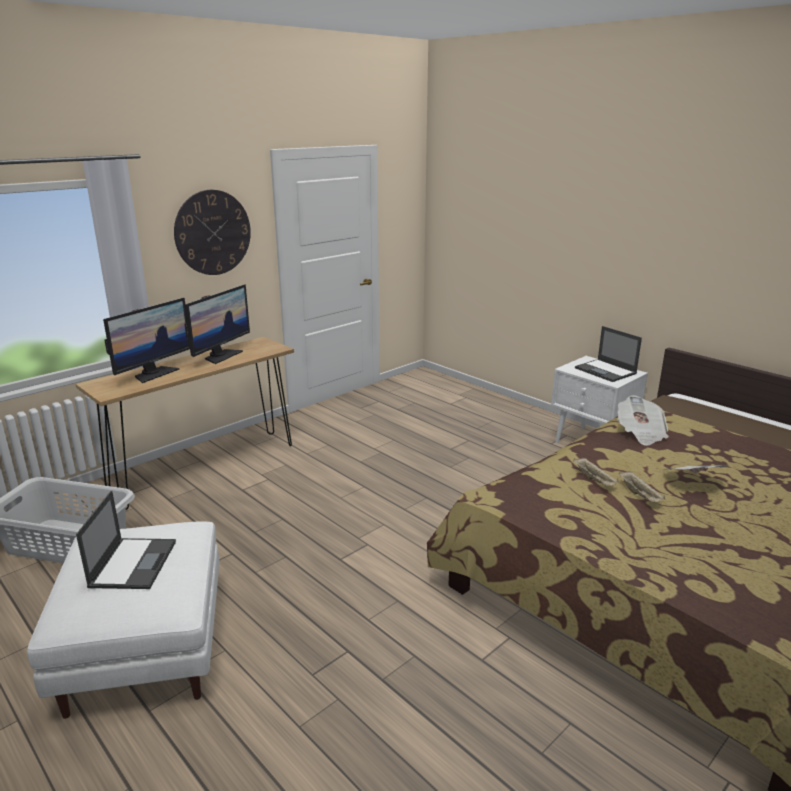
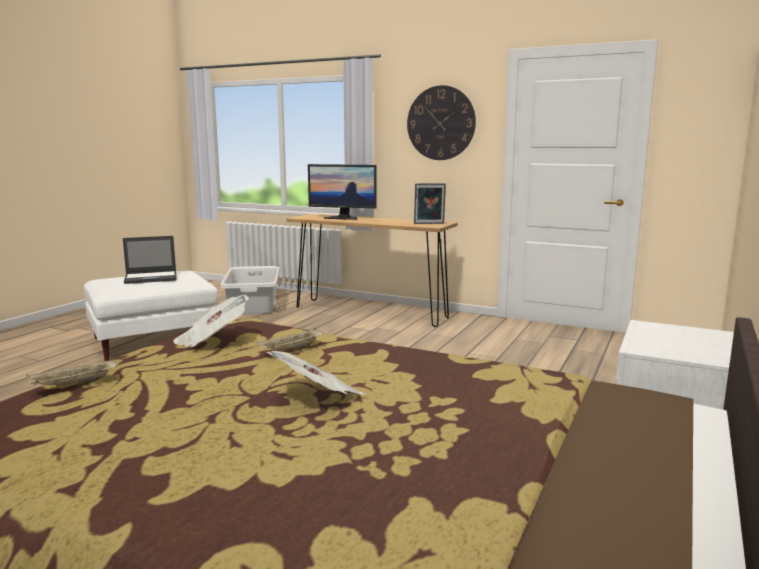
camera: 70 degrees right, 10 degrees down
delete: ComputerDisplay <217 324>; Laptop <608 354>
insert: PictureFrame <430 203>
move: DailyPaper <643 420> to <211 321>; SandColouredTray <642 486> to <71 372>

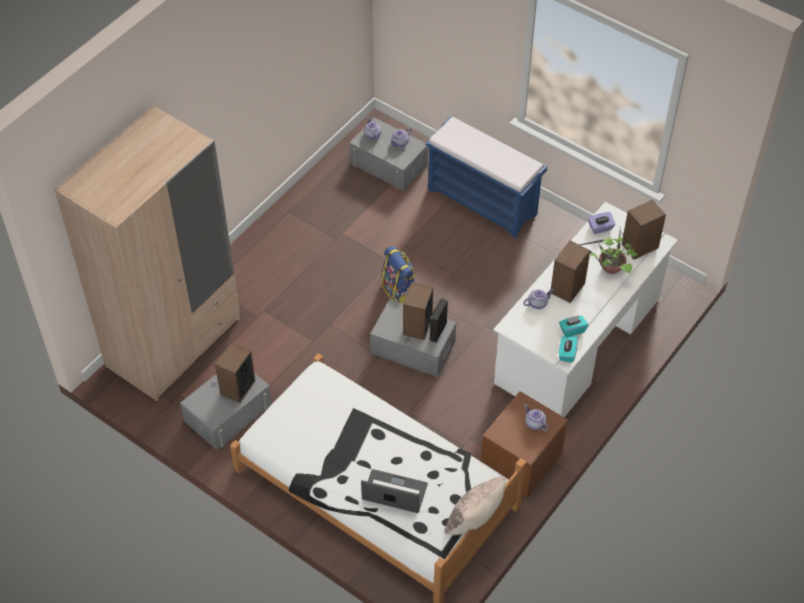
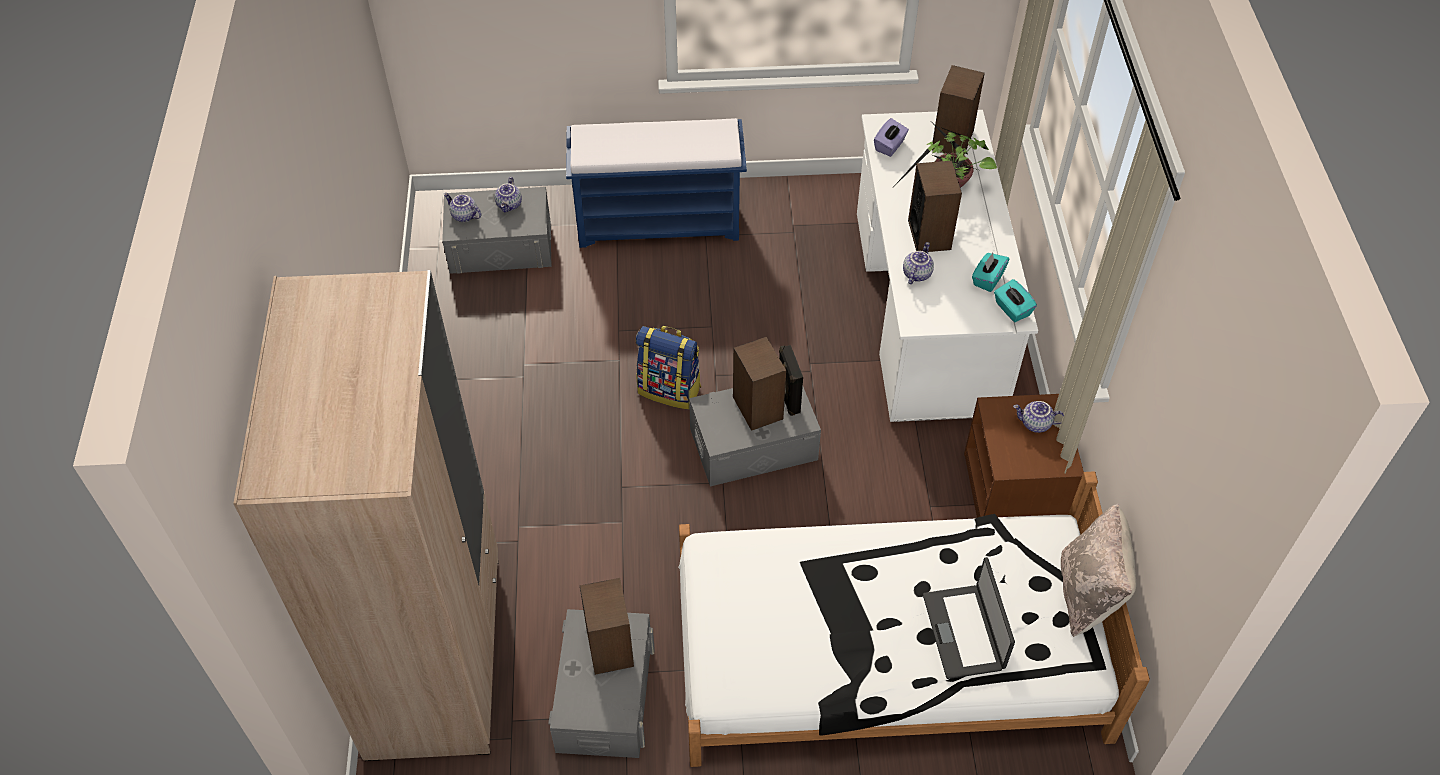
camera: 40 degrees left, 0 degrees up
rotate: Laptop <394 491> = <969 618> 75 degrees counterclockwise

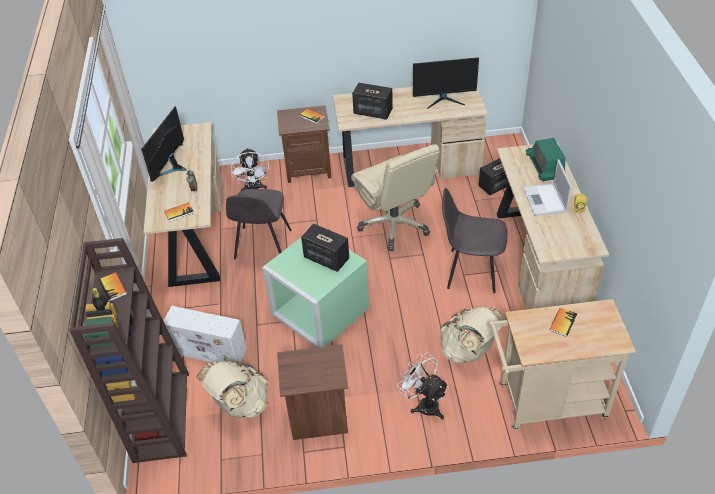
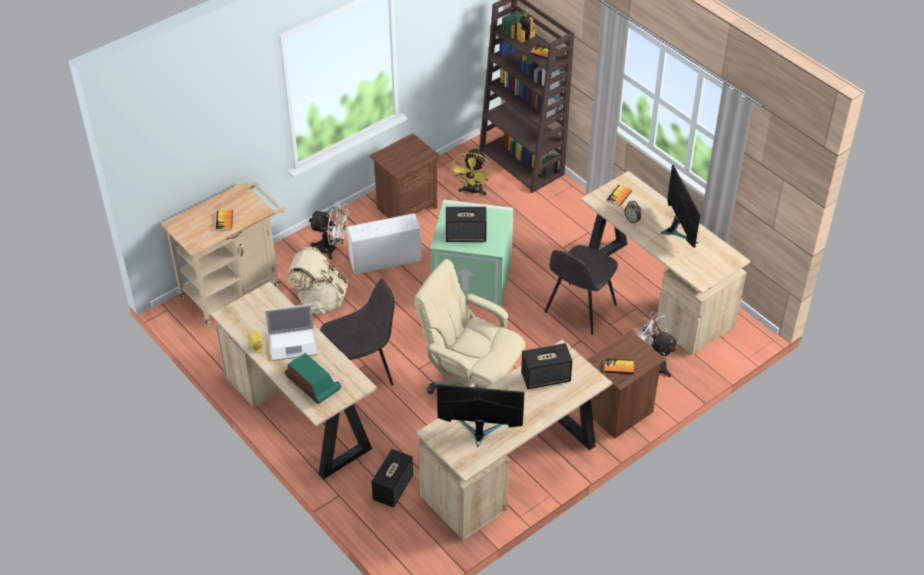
camera: 145 degrees right, 0 degrees up
move: WhitishStorageBin <205 334> to <384 243>
replace: SandColouredRucksack <232 389> to YellowColouredFan <471 172>
rotate: ComputerDisplay <446 83> = <481 415> 45 degrees clockwise; Laptop <547 187> = <291 332> 120 degrees clockwise; GreyishUprightChair <259 224> = <581 290> 120 degrees counterclockwise

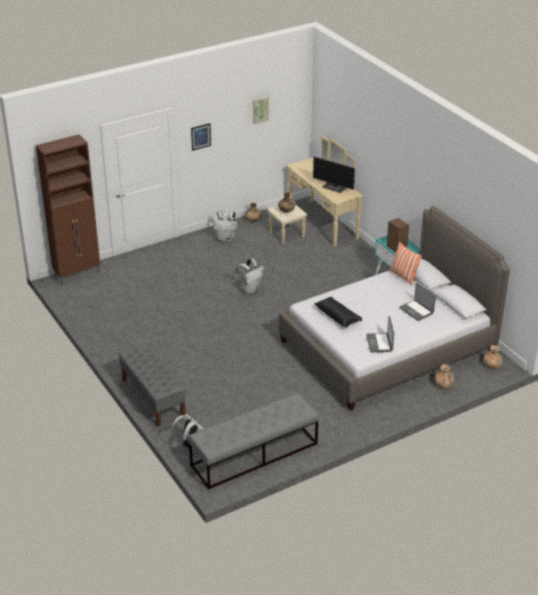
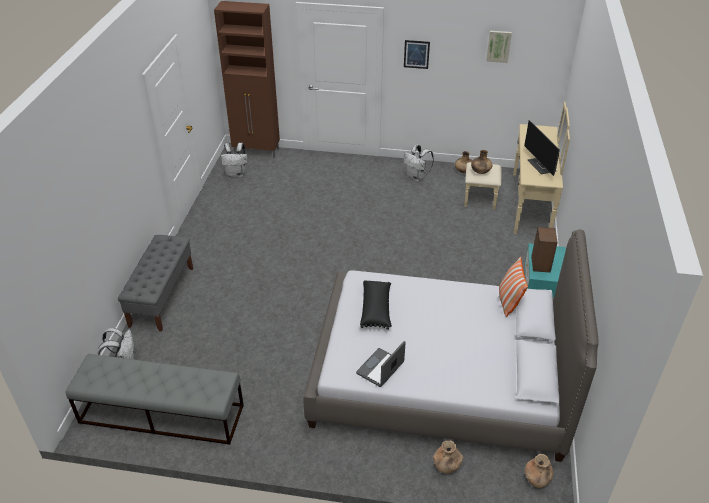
camera: 40 degrees right, 5 degrees up
delete: Laptop <417 302>
move: WhitishRucksack <250 276> to <234 160>

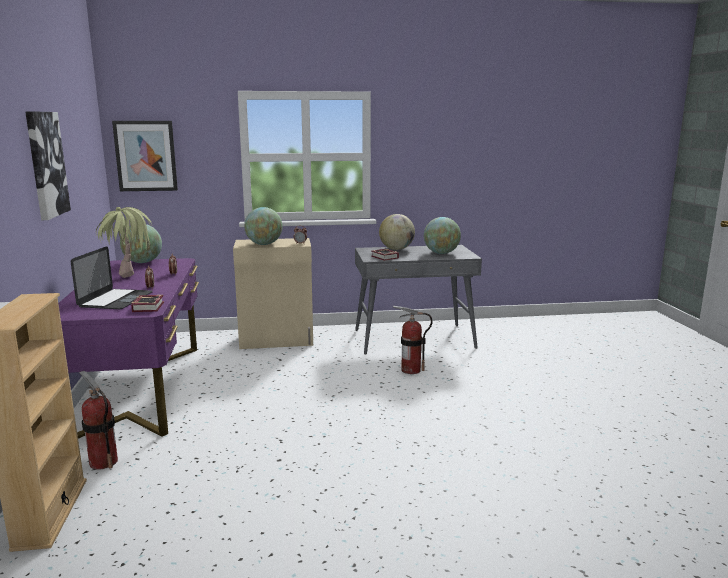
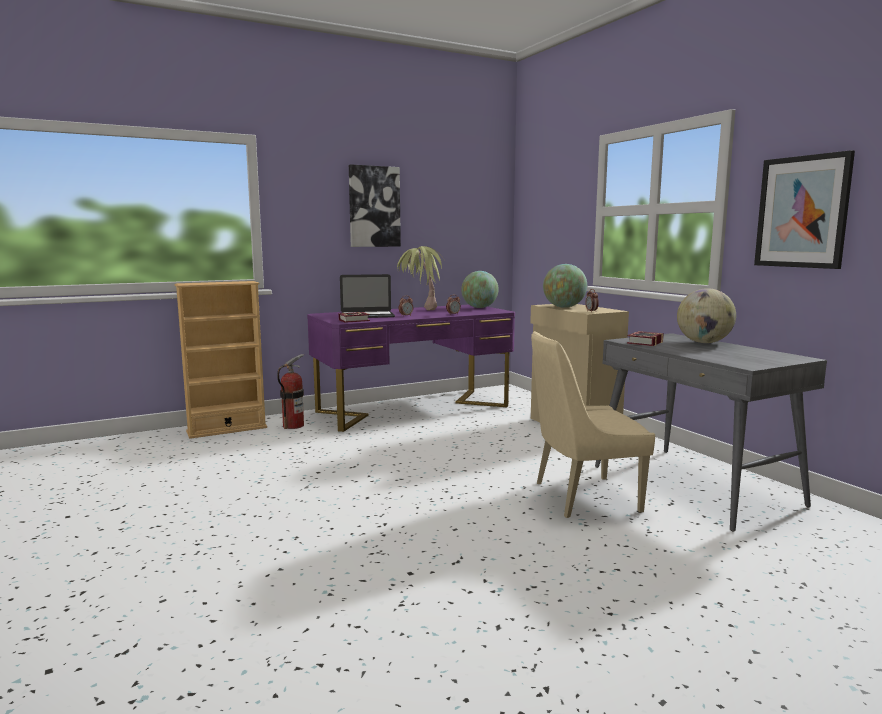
camera: 70 degrees right, 5 degrees down
delete: WorldGlobe <442 235>
move: WallPicture <145 156> to <804 209>
replace: Extinguisher <412 340> to SandColouredUprightChair <593 424>

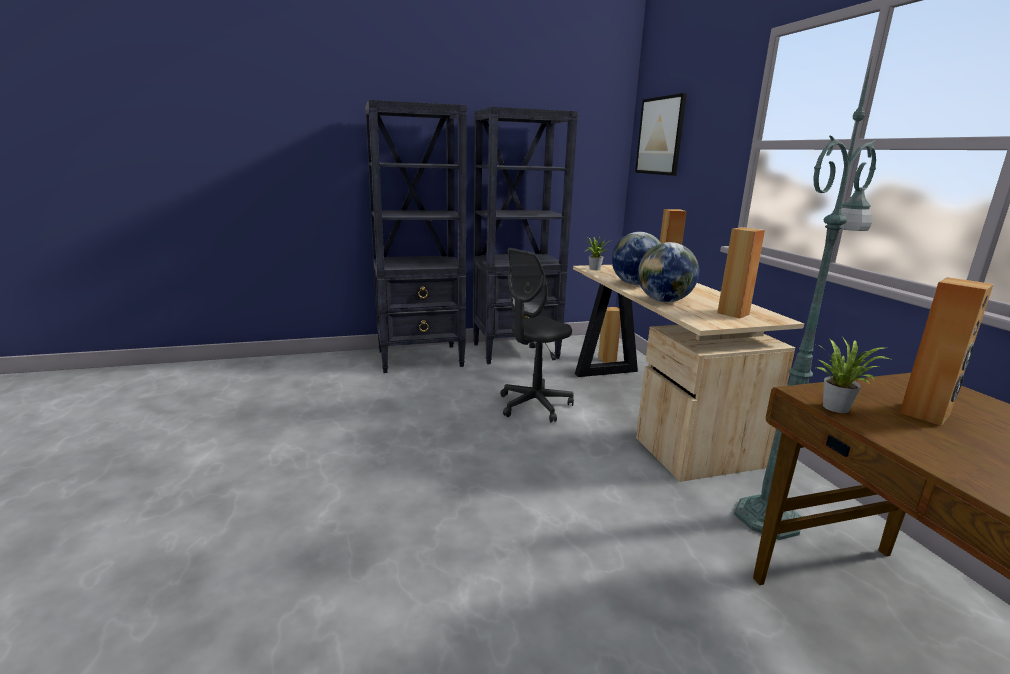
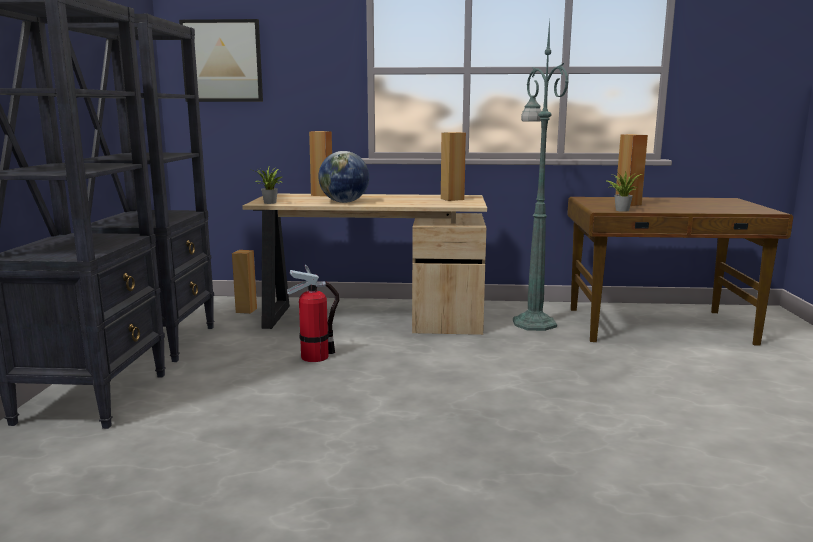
camera: 70 degrees left, 5 degrees down
delete: WorldGlobe <668 272>
replace: GreyishComputerChair <537 335> to Extinguisher <313 313>

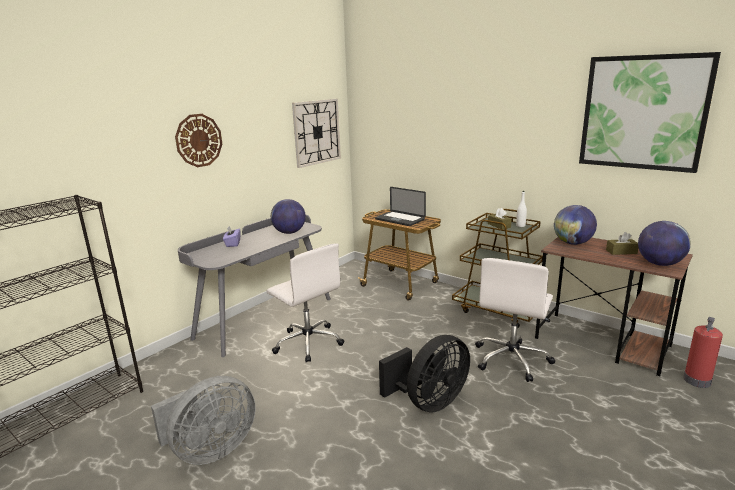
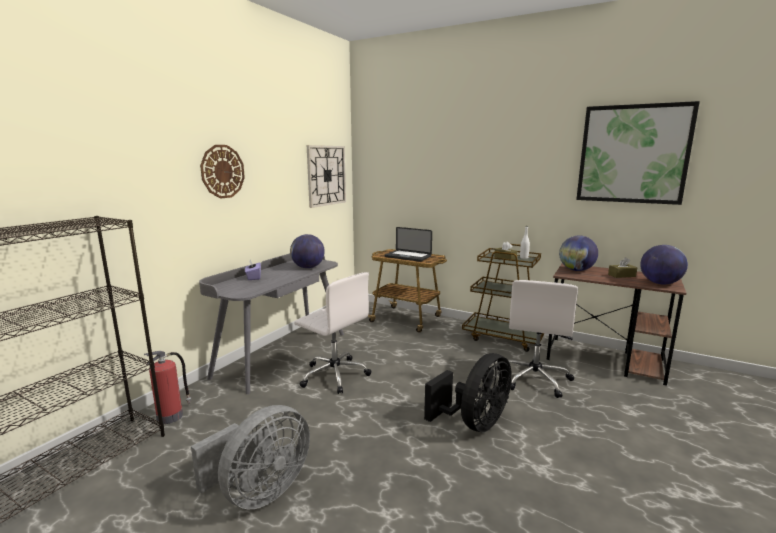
camera: 10 degrees left, 5 degrees down
move: Extinguisher <703 352> to <167 387>

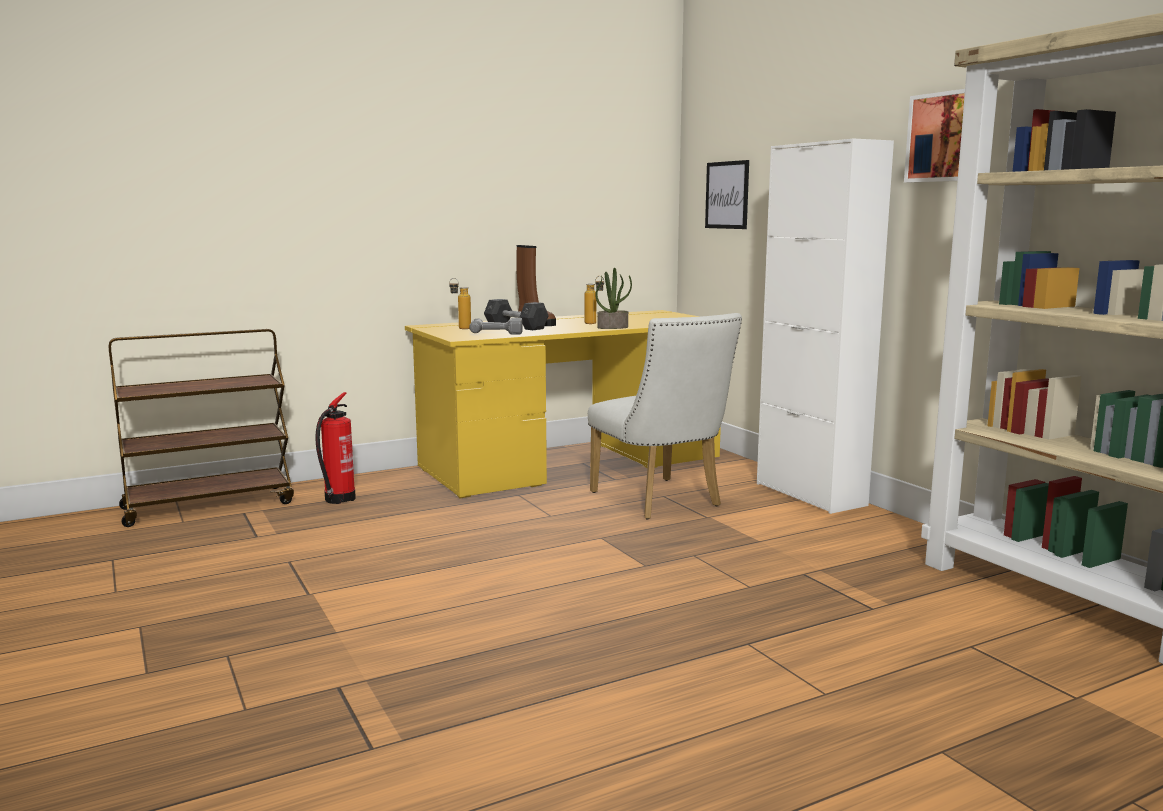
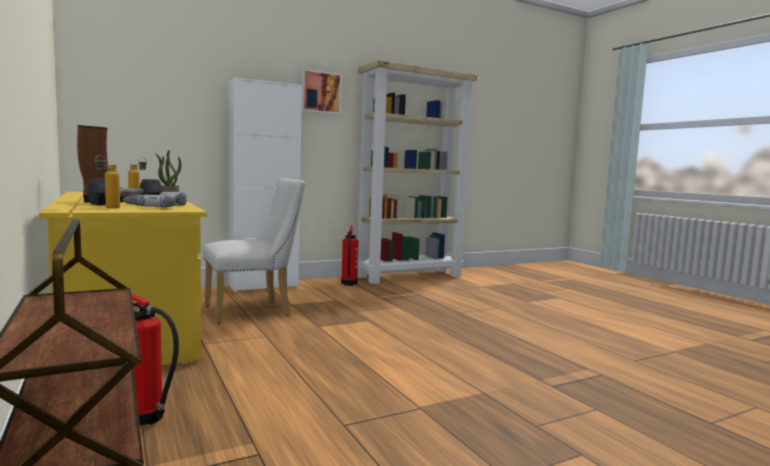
camera: 90 degrees left, 5 degrees down
delete: WallPicture <727 194>
insert: Extinguisher <350 255>

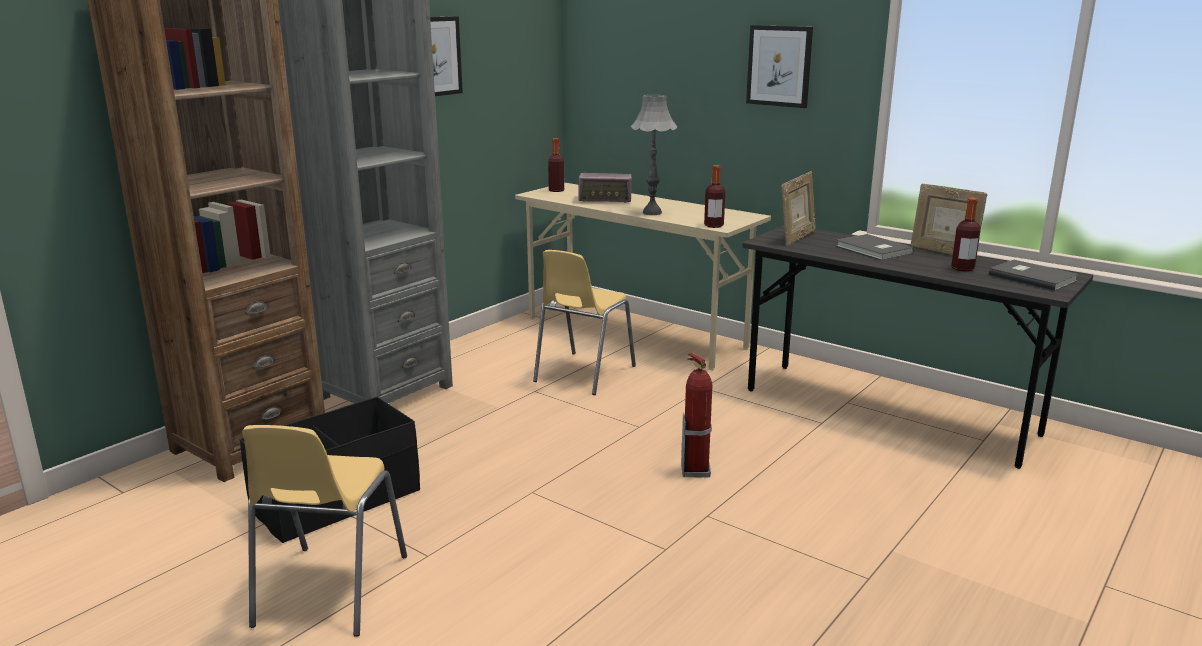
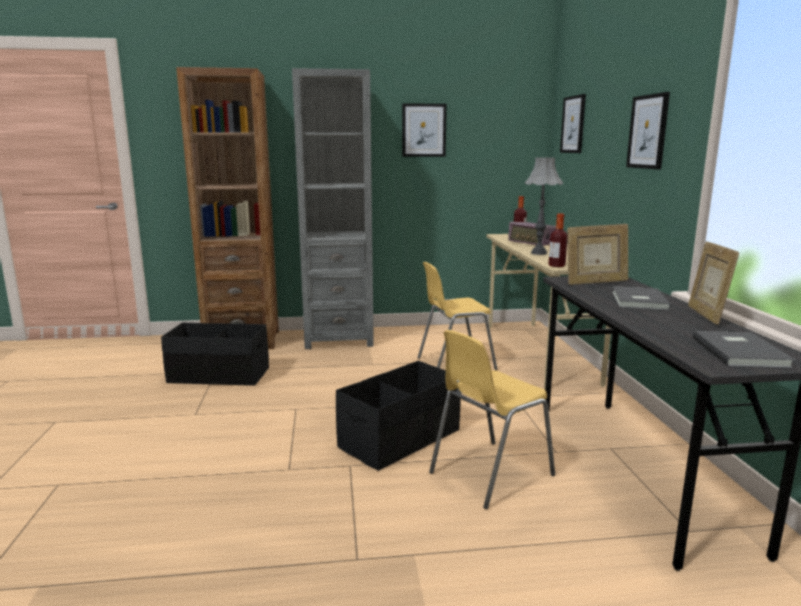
camera: 45 degrees right, 5 degrees down
delete: DrinkBottle <966 234>
insert: WallPicture <573 123>
move: YellowColouredUprightChair <324 531> to <492 419>
replace: Extinguisher <697 415> to BlackStorageBin <398 416>

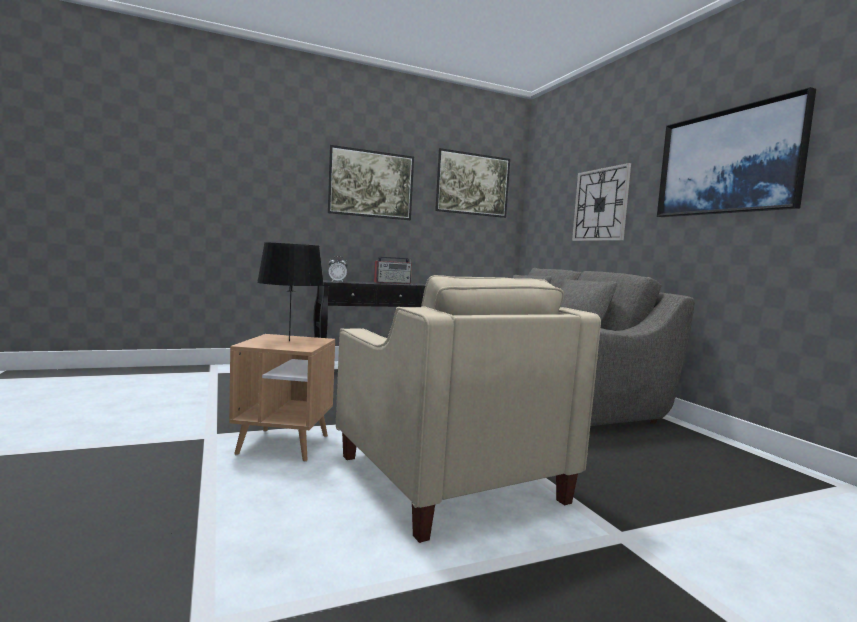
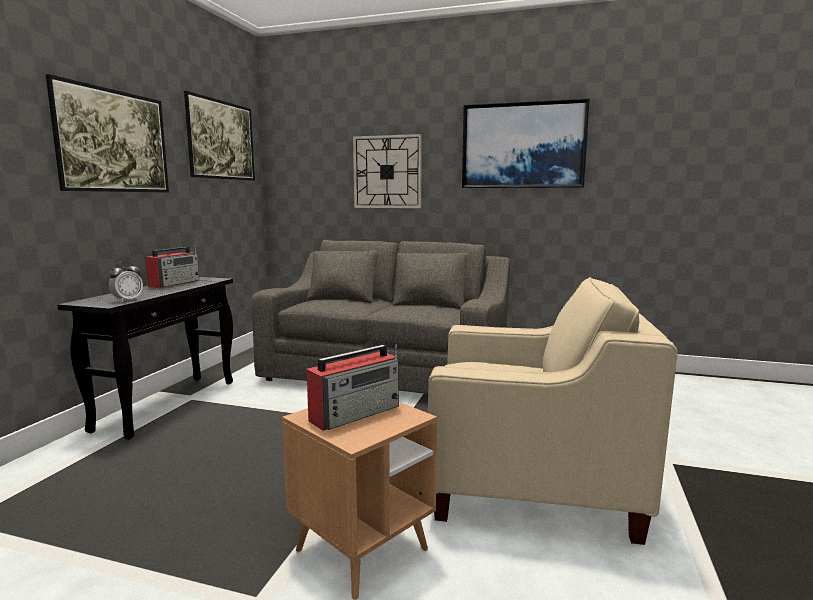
camera: 50 degrees left, 5 degrees up
replace: BlackTableLamp <290 291> to RadioReceiver <352 387>

